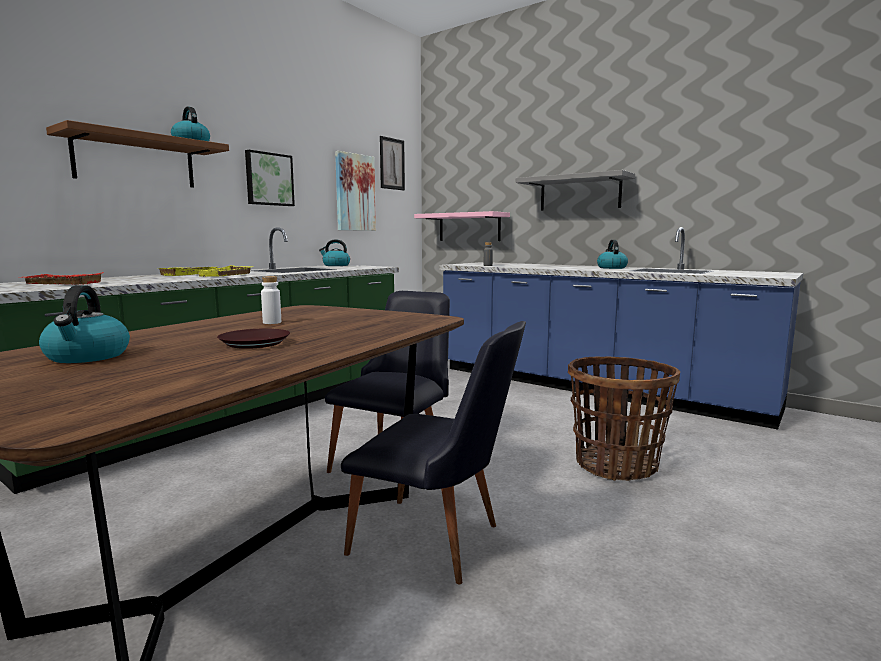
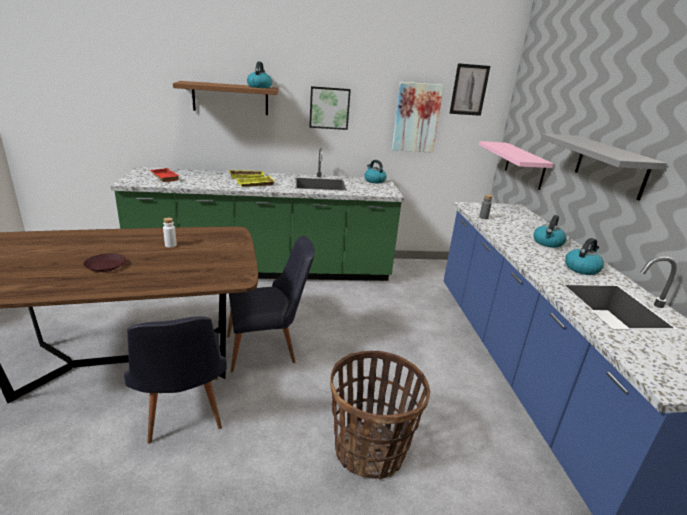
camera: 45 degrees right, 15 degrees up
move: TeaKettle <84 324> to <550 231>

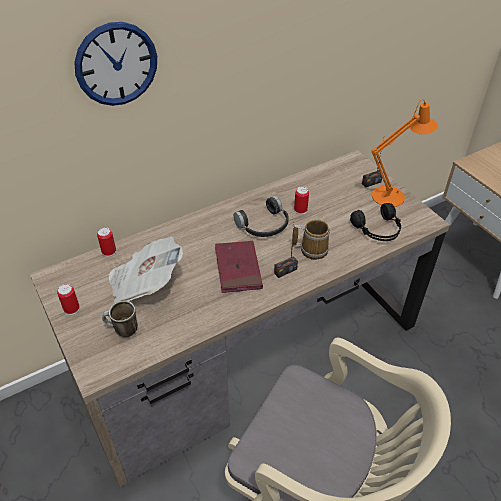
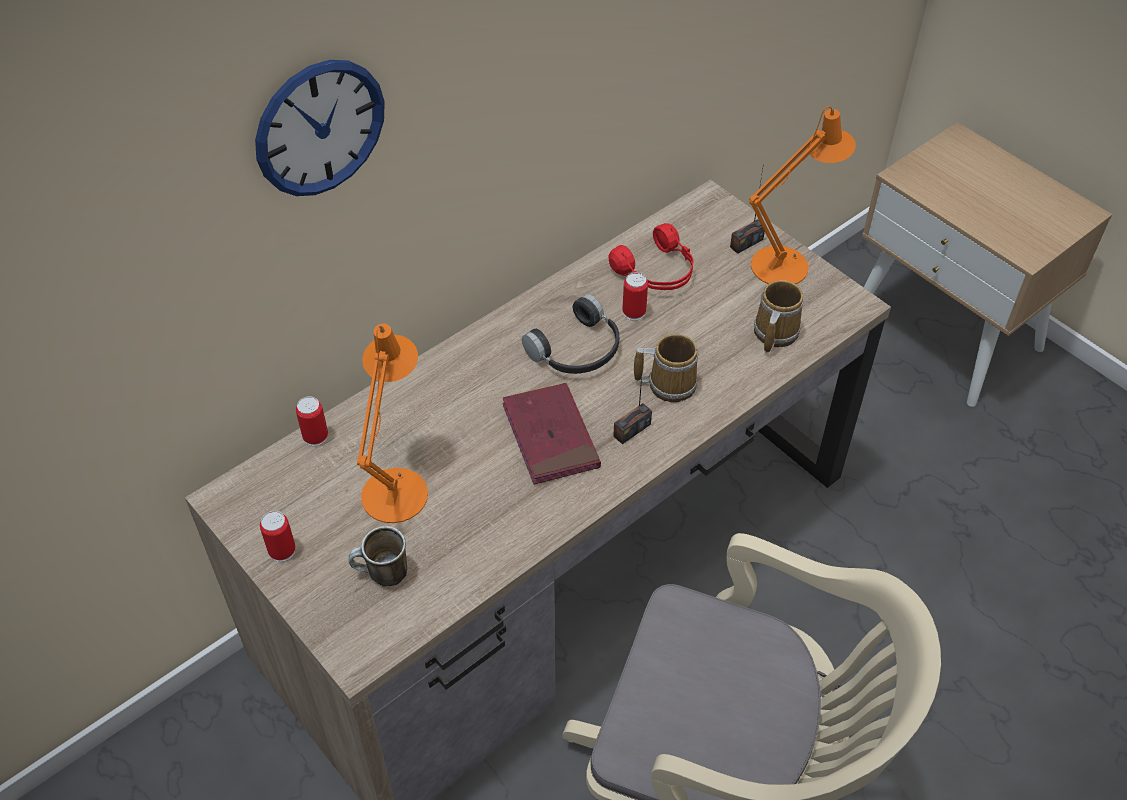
camera: 10 degrees left, 5 degrees up
insert: RedColouredPairOfHeadphones <651 256>
replace: BlackPairOfHeadphones <375 222> to CoffeeMug <779 316>; DailyPaper <145 270> to OrangeyTableLamp <392 423>

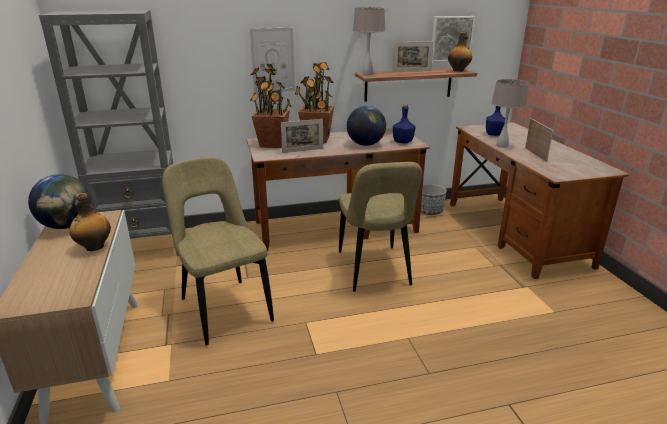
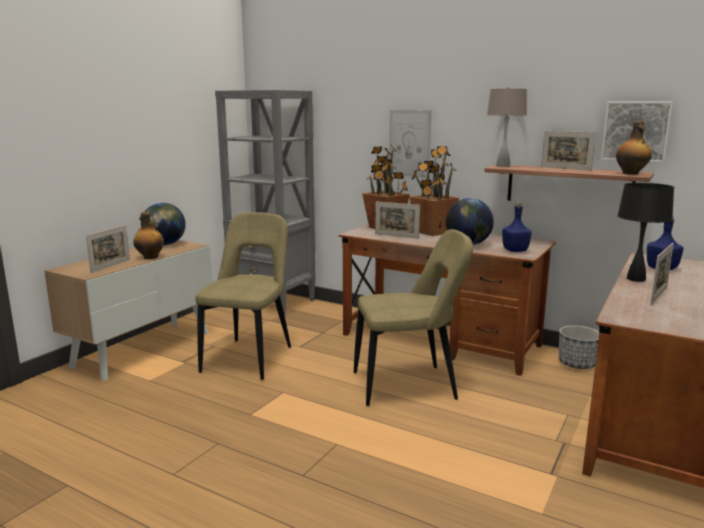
camera: 45 degrees right, 10 degrees down
insert: PictureFrame <108 249>
recolor: SandColouredTableLamp <510 113> to BlackTableLamp <645 232>
rotate: SandColouredUprightChair <380 227> = <413 317> 135 degrees counterclockwise

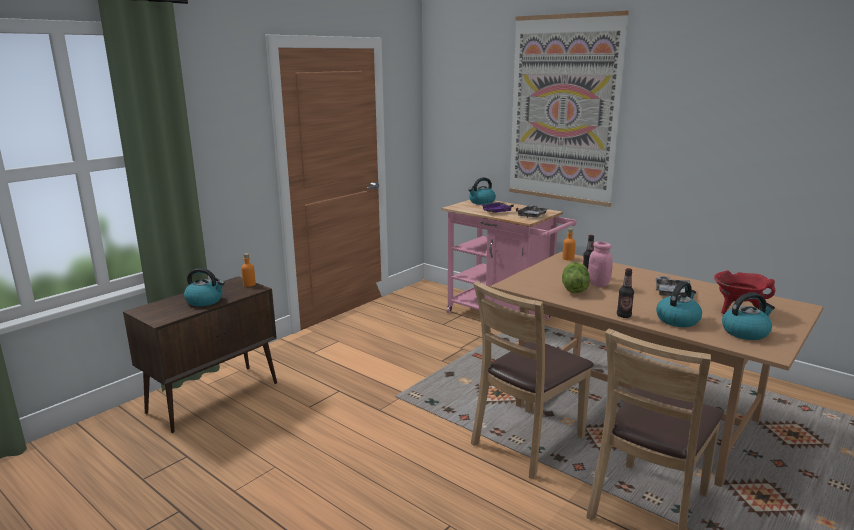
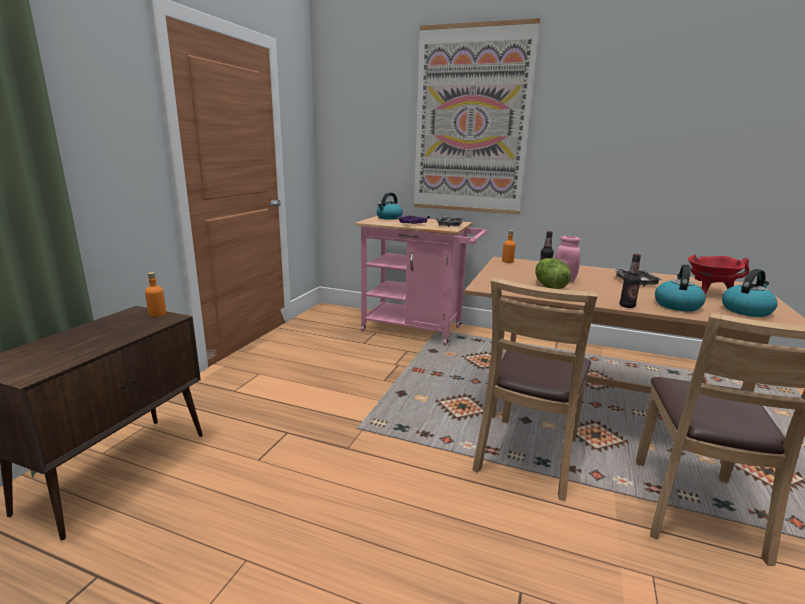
camera: 20 degrees left, 0 degrees up
delete: TeaKettle <204 287>

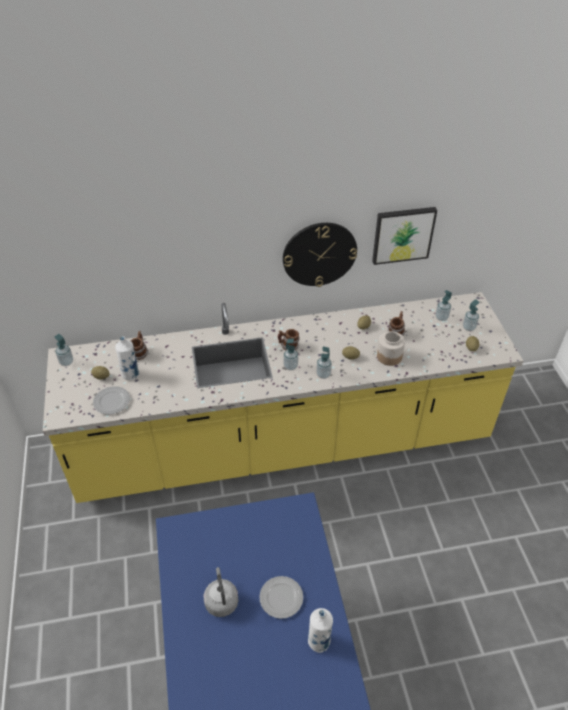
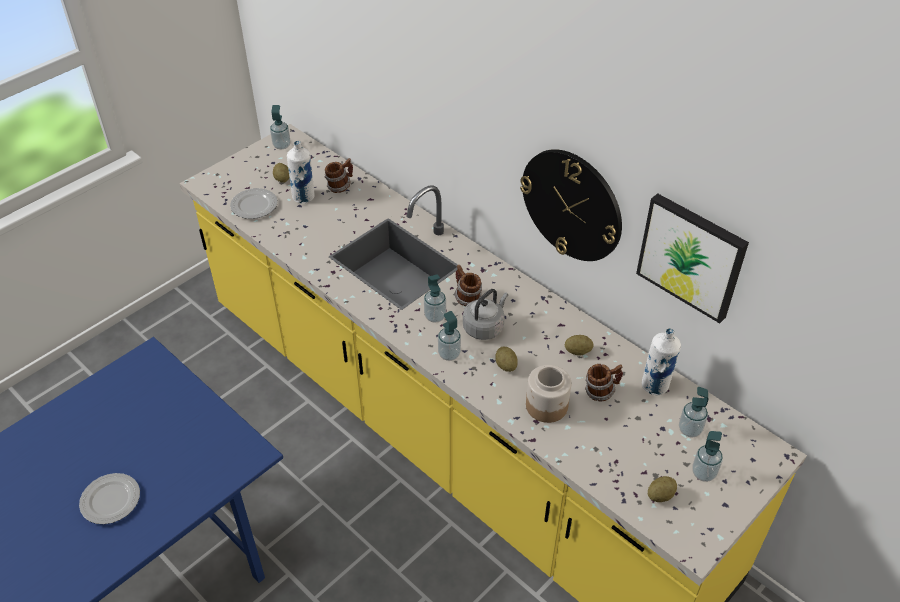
camera: 55 degrees right, 0 degrees up
move: GreyishTeaKettle <221 592> to <485 314>; WhitishDrinkBottle <320 630> to <661 361>

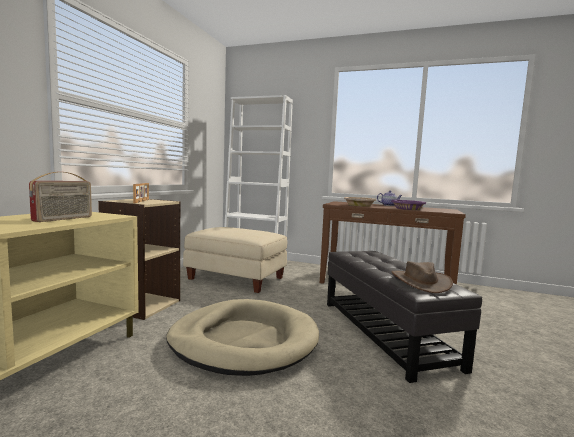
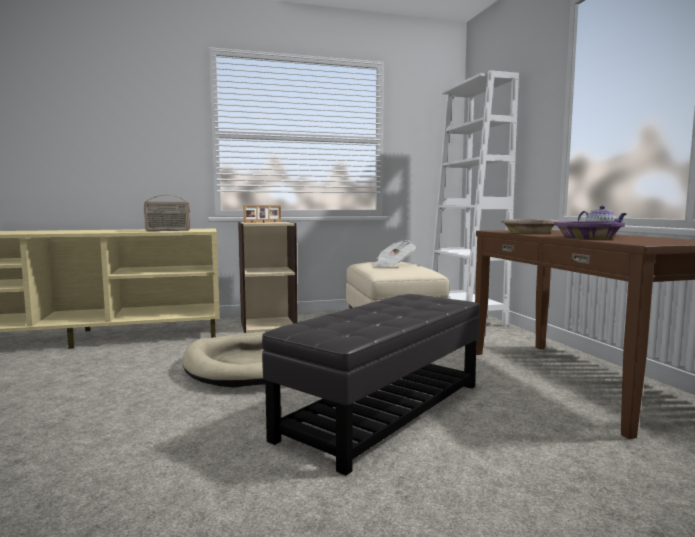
camera: 55 degrees right, 0 degrees up
delete: BrownHat <422 277>
insert: DailyPaper <394 253>

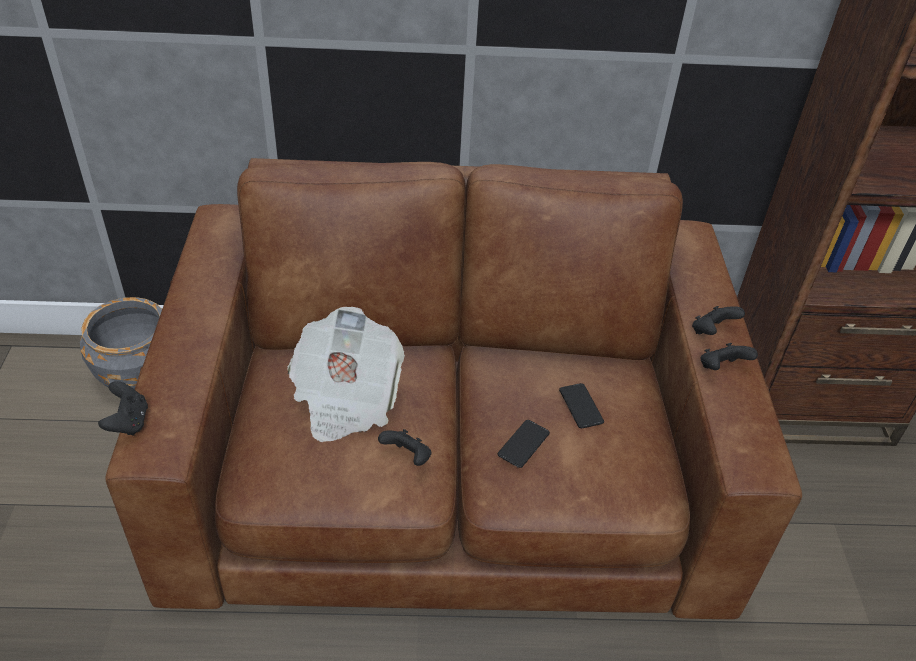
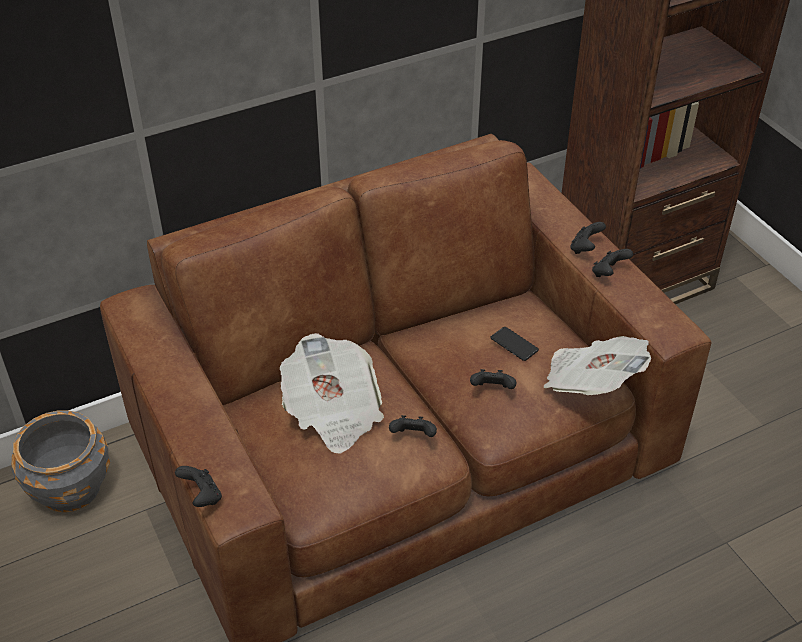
camera: 25 degrees left, 0 degrees up
insert: DailyPaper <597 365>
replace: Telephone <524 444> to BlackGameController <493 379>

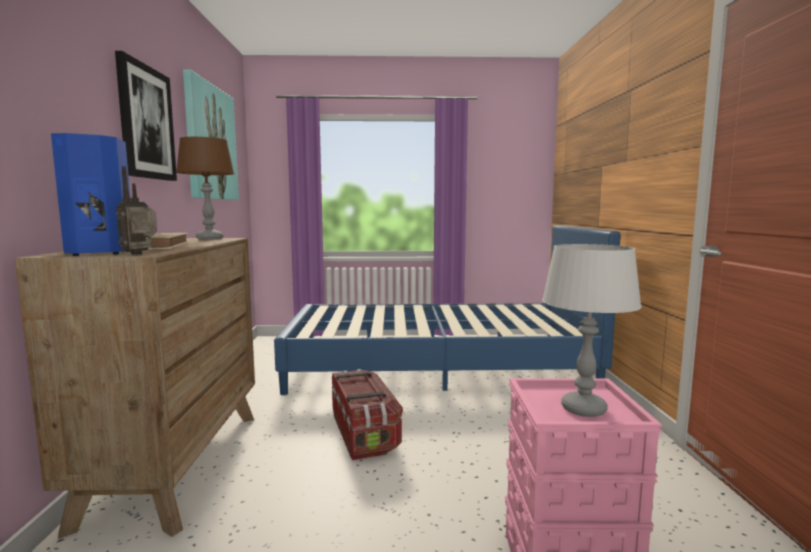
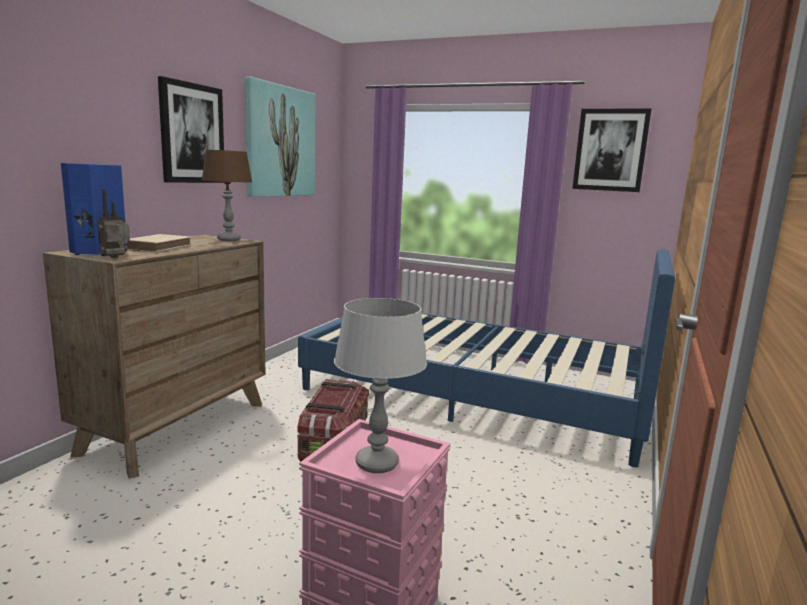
camera: 25 degrees right, 5 degrees up
insert: WallPicture <611 150>

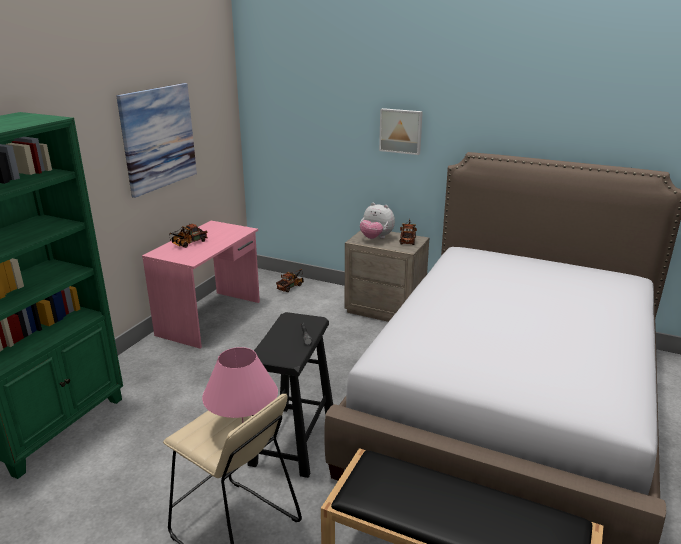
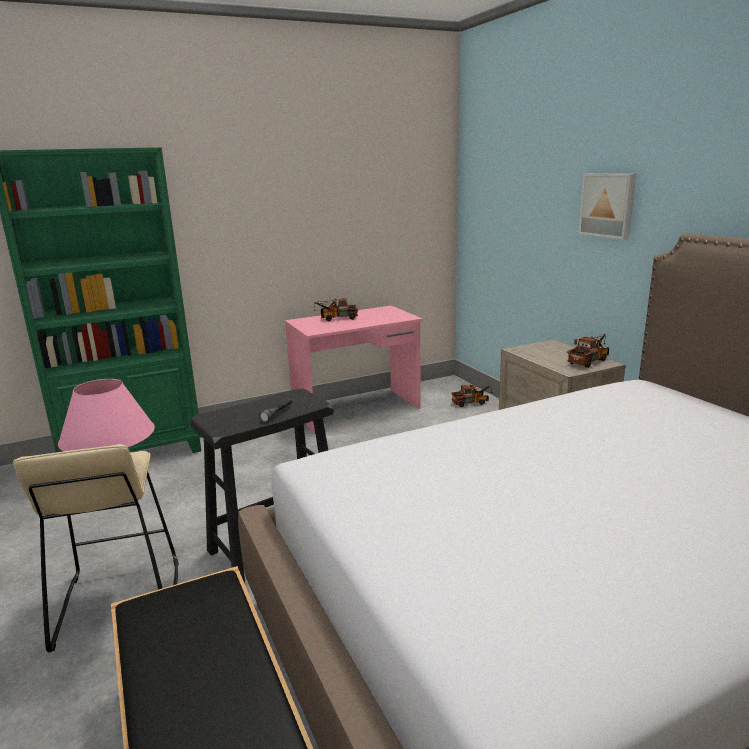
camera: 40 degrees right, 5 degrees down
delete: WallPicture <156 140>; SoftToy <377 221>

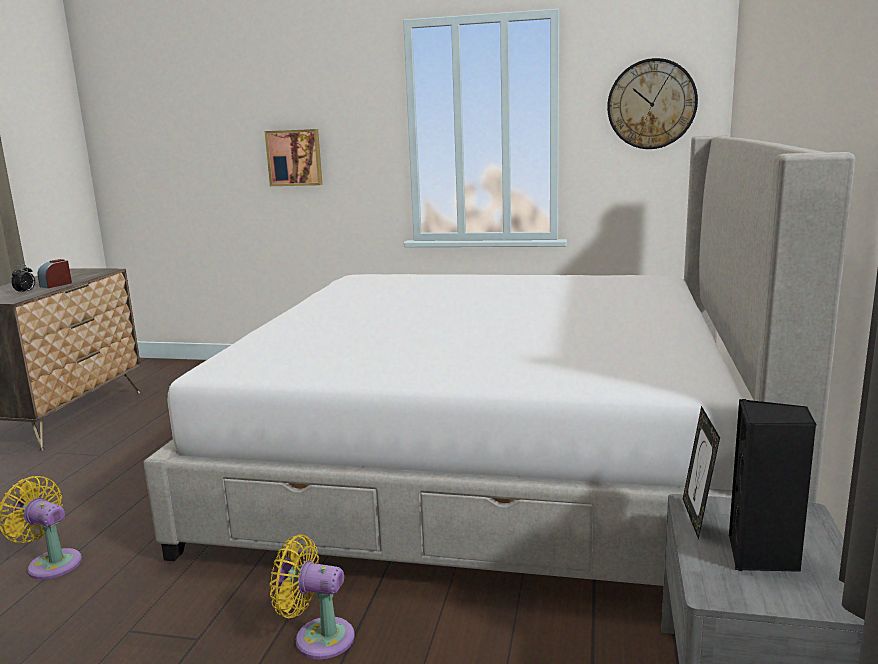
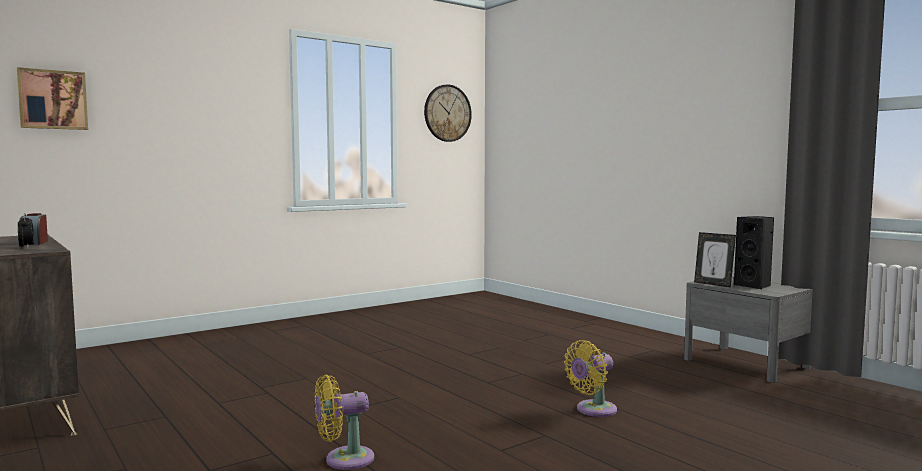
camera: 50 degrees left, 10 degrees down
delete: Bed <499 360>
move: WallPicture <294 157> to <52 98>

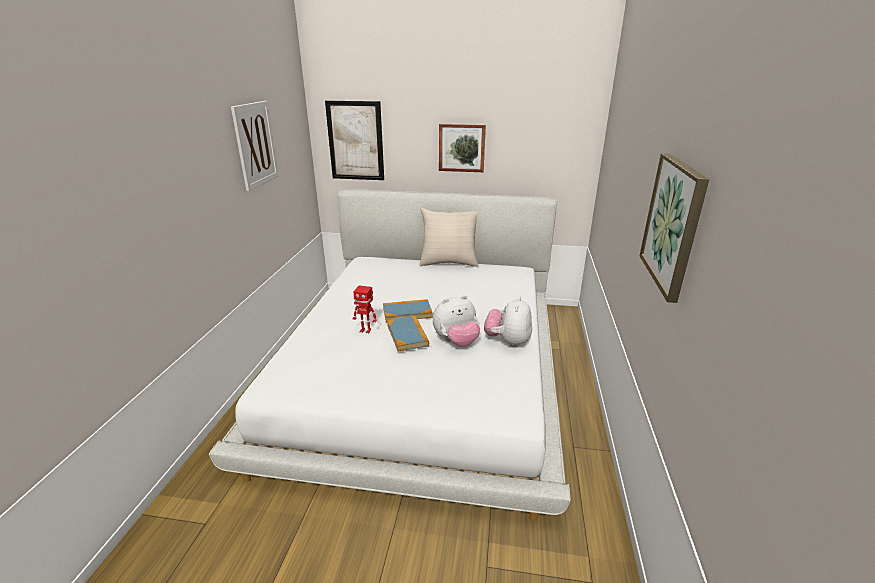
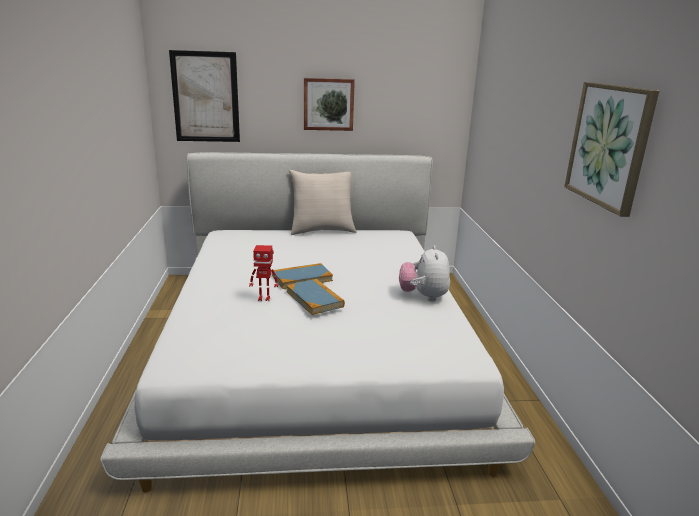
camera: 15 degrees left, 5 degrees down
delete: WallPicture <255 146>; SoftToy <456 321>

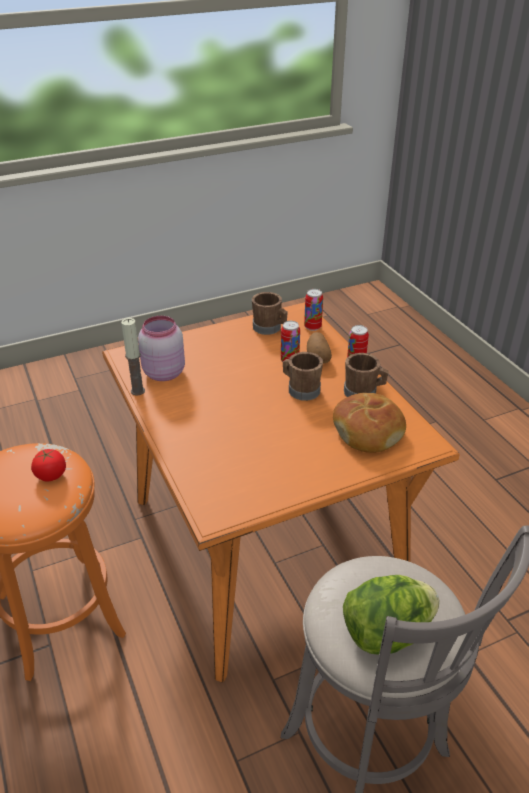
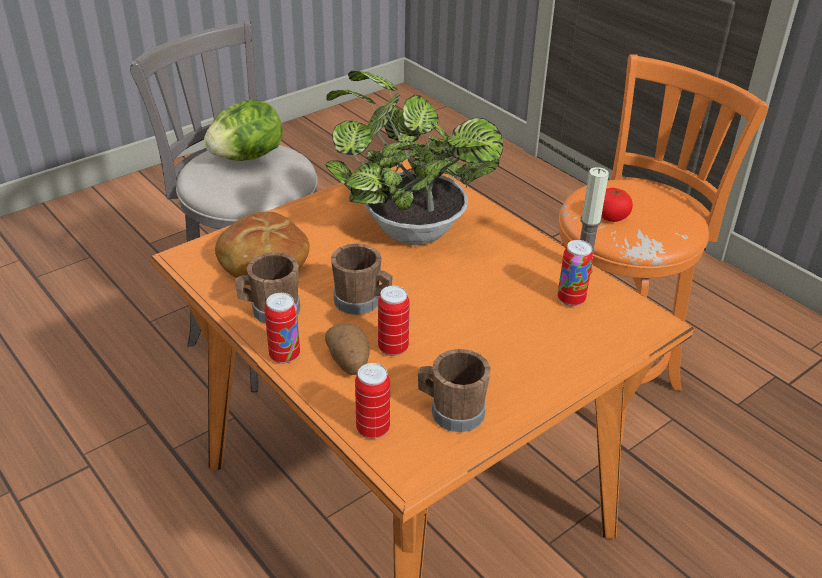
camera: 165 degrees right, 0 degrees up
insert: Houseplant <414 158>
replace: PinkJar <161 348> to SealedCan <575 273>

